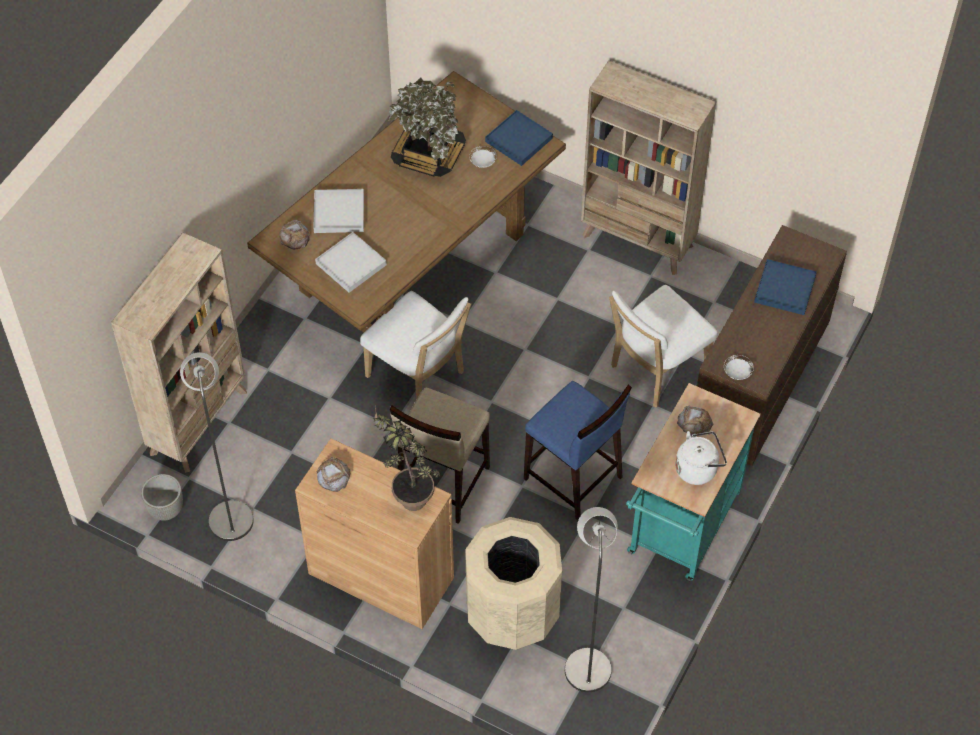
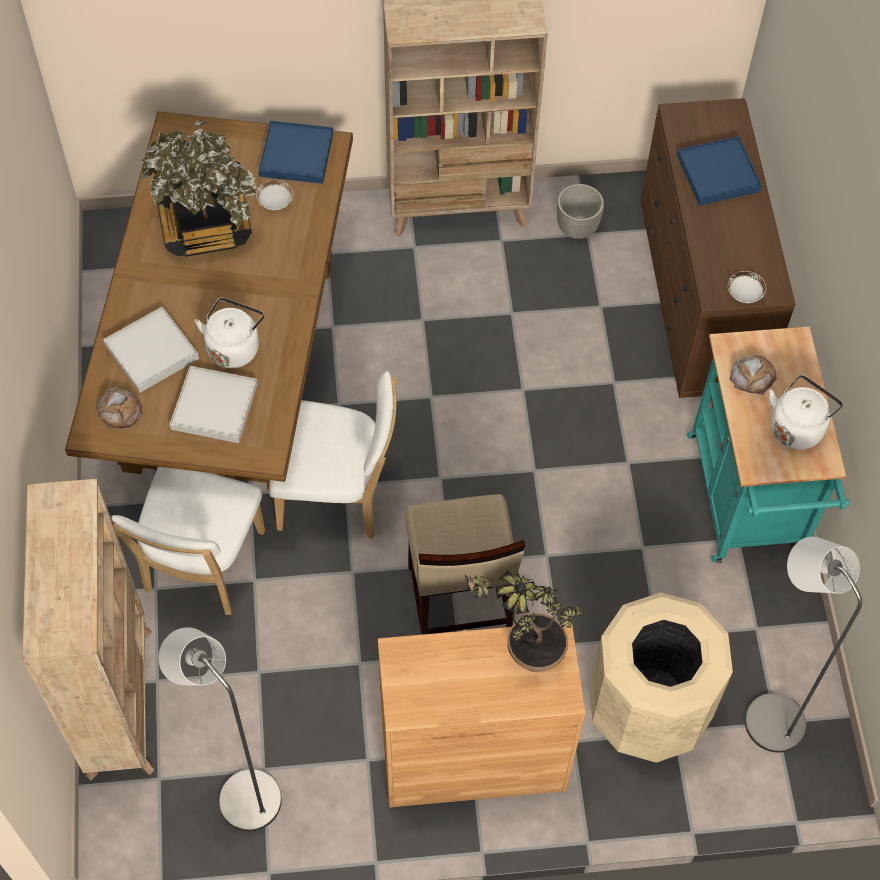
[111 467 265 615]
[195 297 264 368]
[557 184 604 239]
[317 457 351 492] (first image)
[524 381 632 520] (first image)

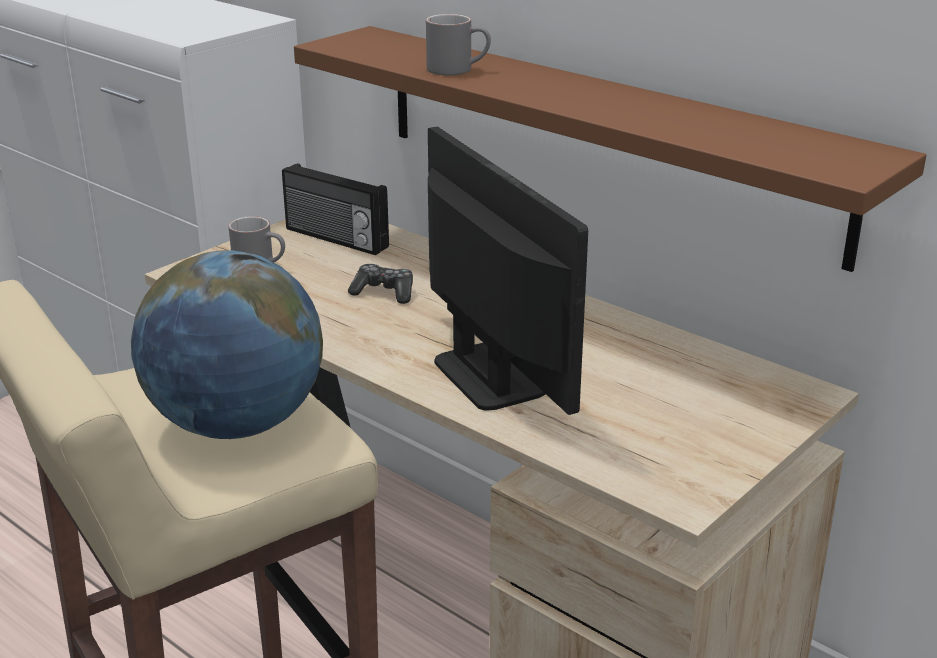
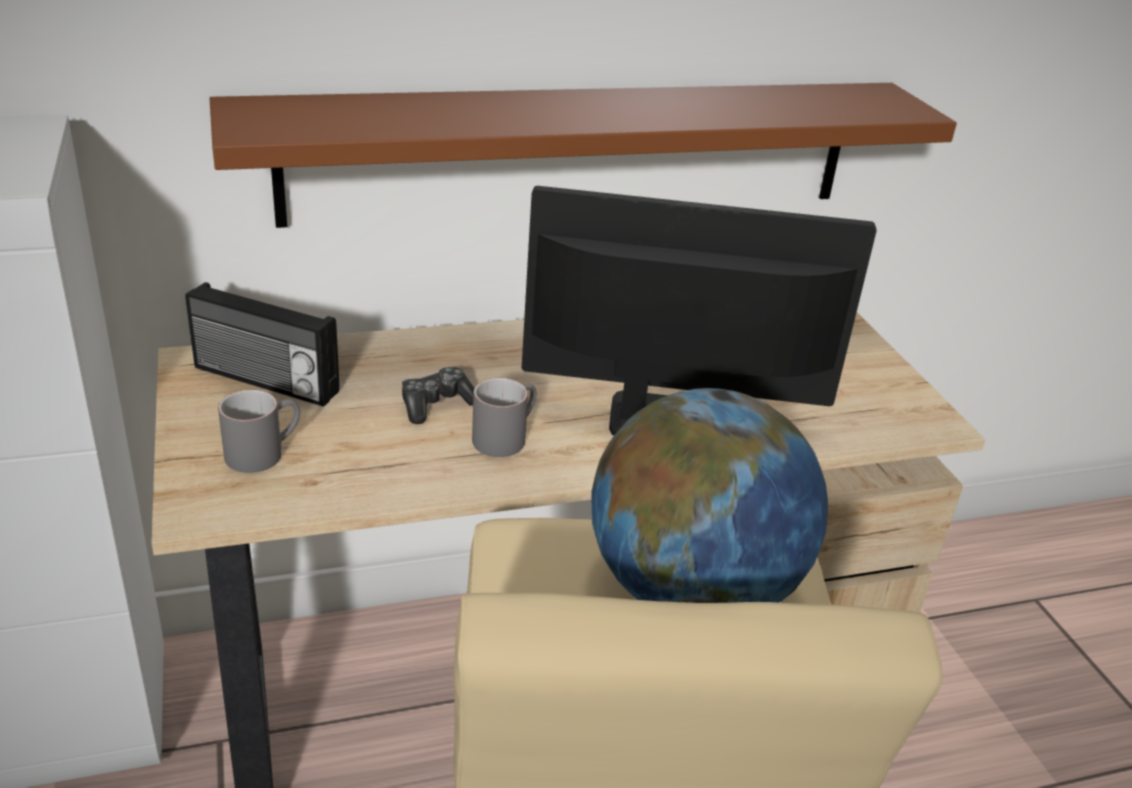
[185 282 340 407]
[472 378 537 457]

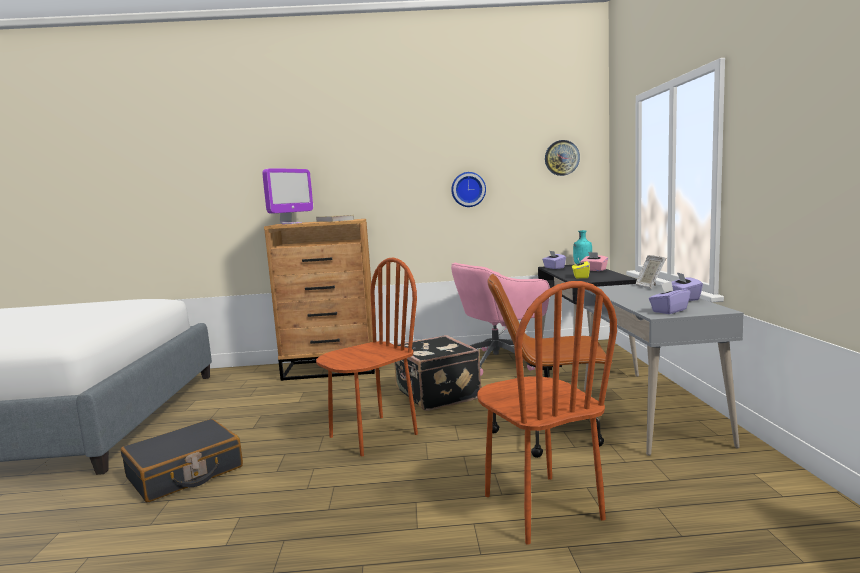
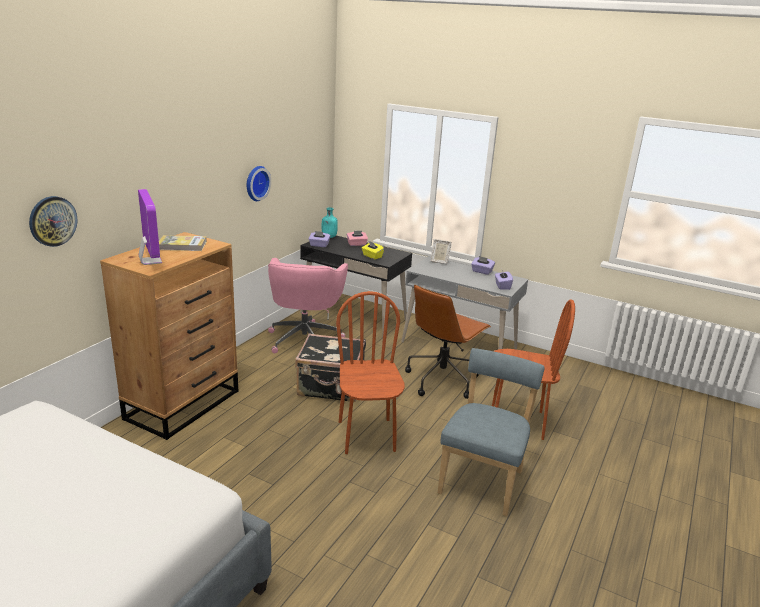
[29 196 77 247]
[438 348 545 516]
[121 419 243 502] (first image)

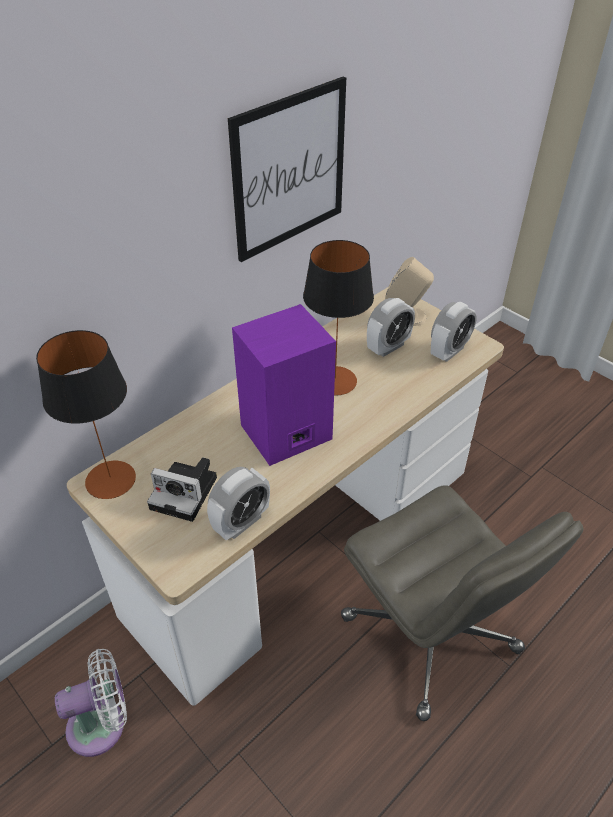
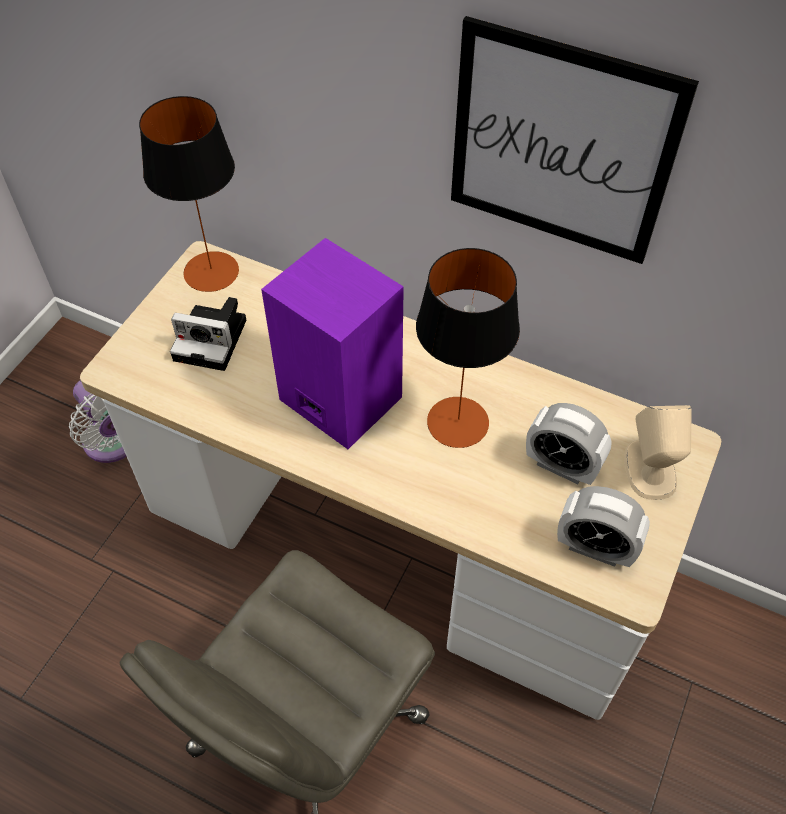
[170 297 246 371]
[207 467 270 541] (first image)

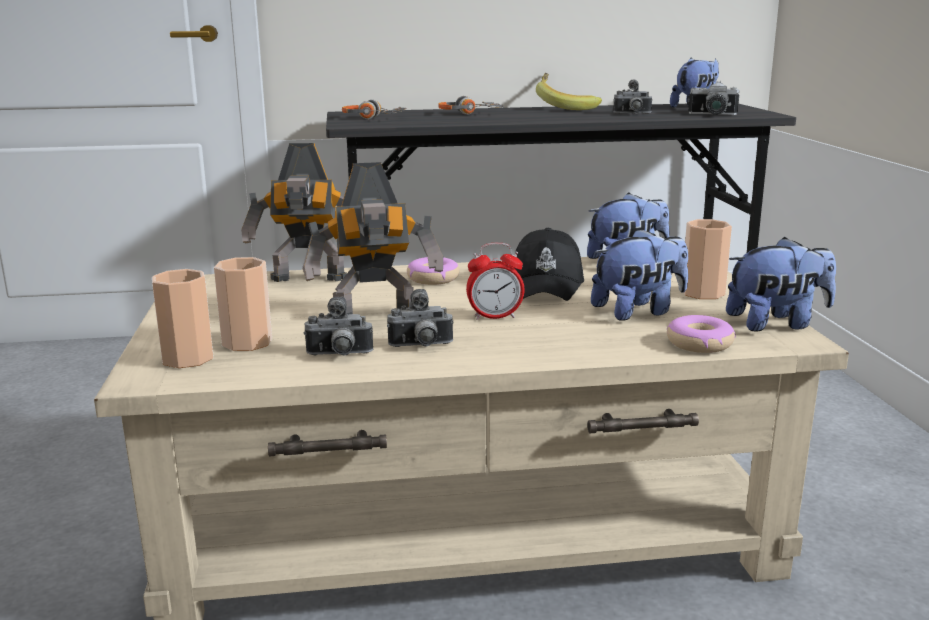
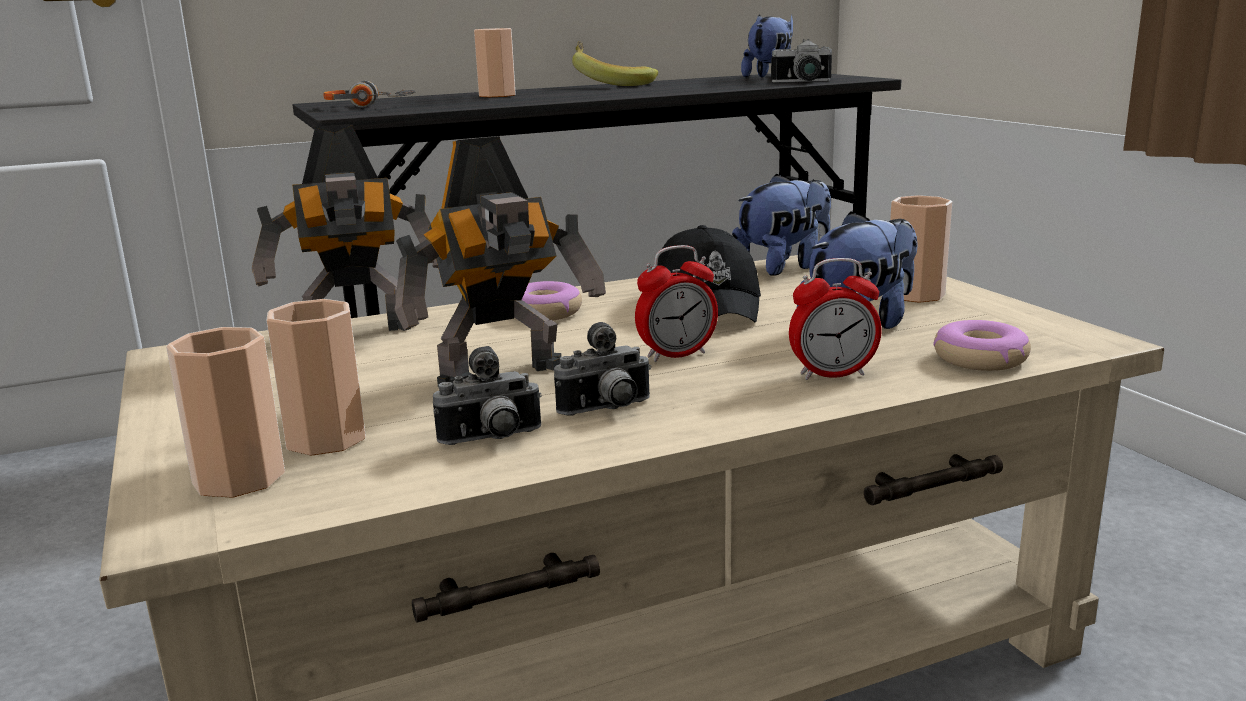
[474 28 516 97]
[789 258 881 380]
[613 79 653 114] (first image)
[726 237 836 331] (first image)

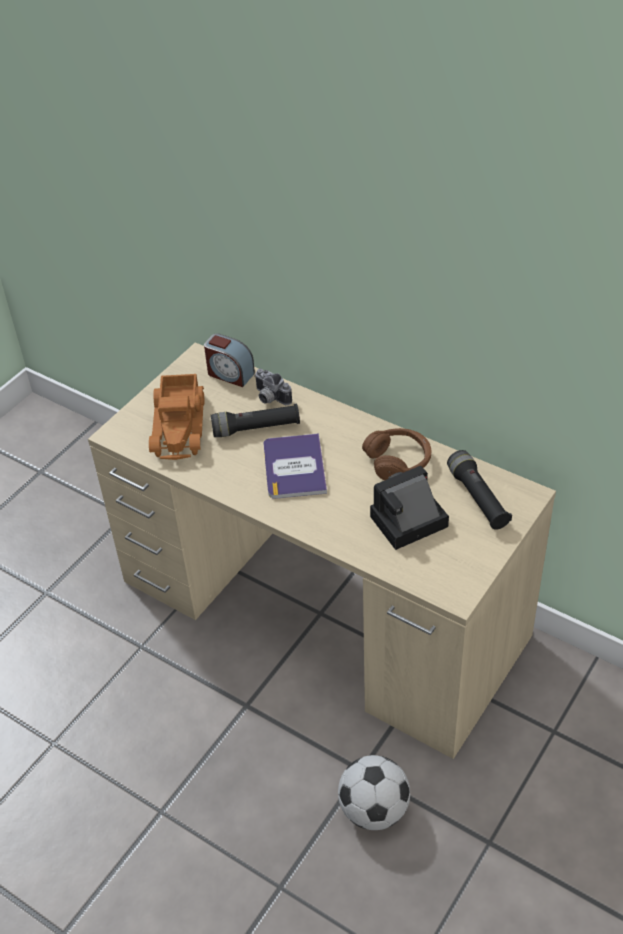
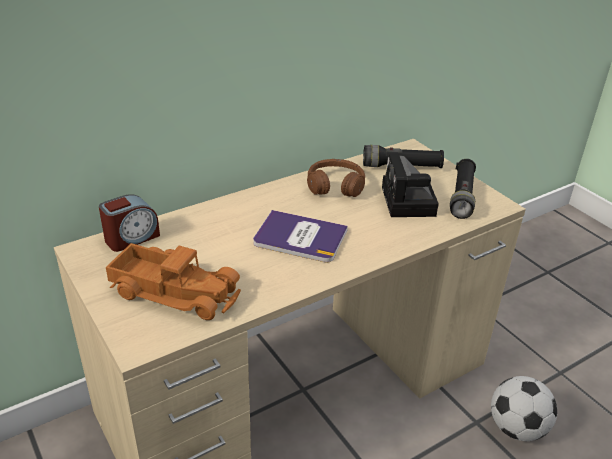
[450 159 476 219]
[254 369 292 405] (first image)

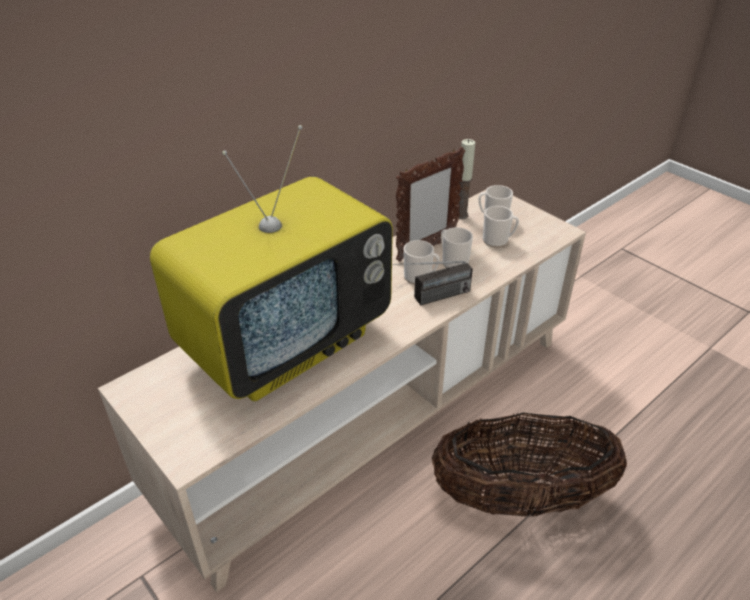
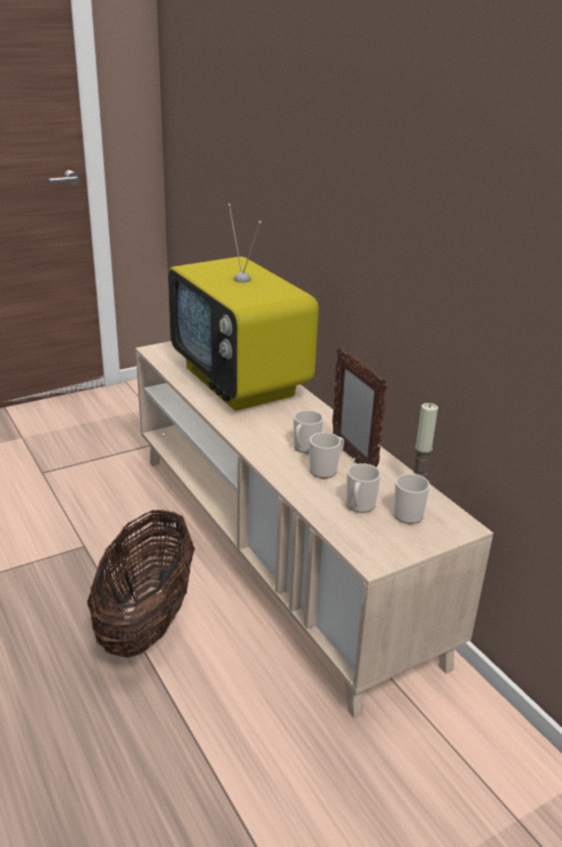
[392 261 473 305] (first image)

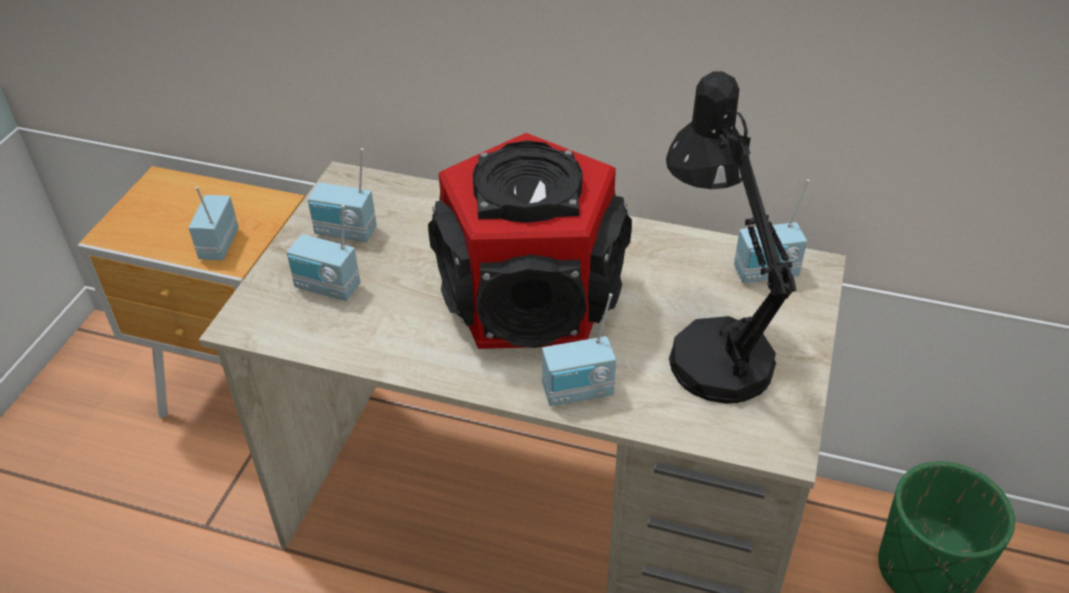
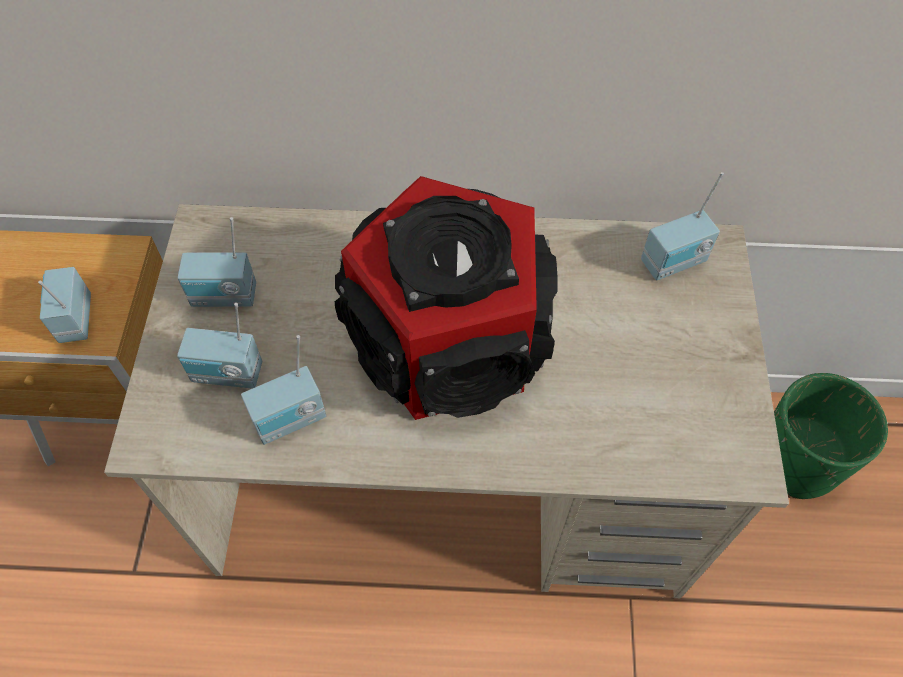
[241 335 326 445]
[666 71 796 404] (first image)

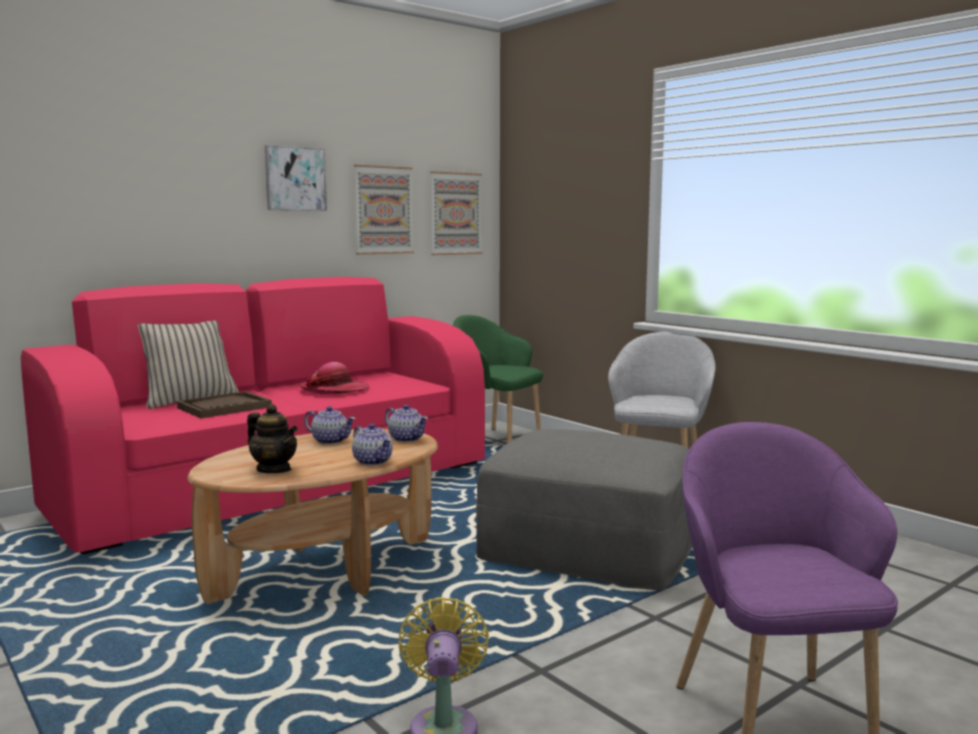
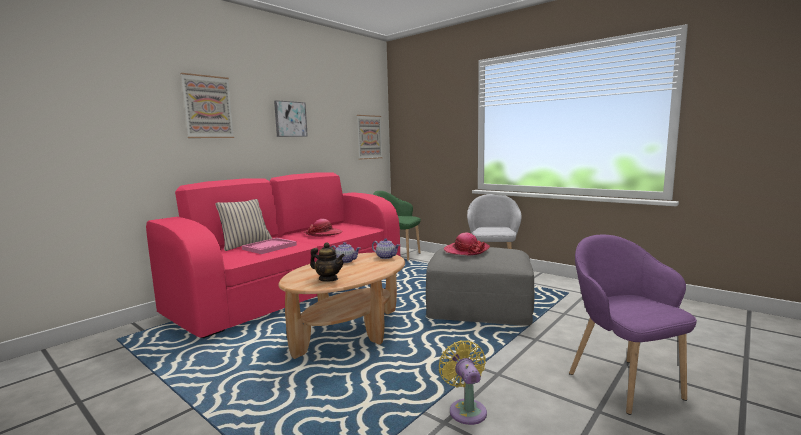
[181 73 234 138]
[242 238 297 254]
[444 233 490 256]
[352 424 393 466] (first image)

